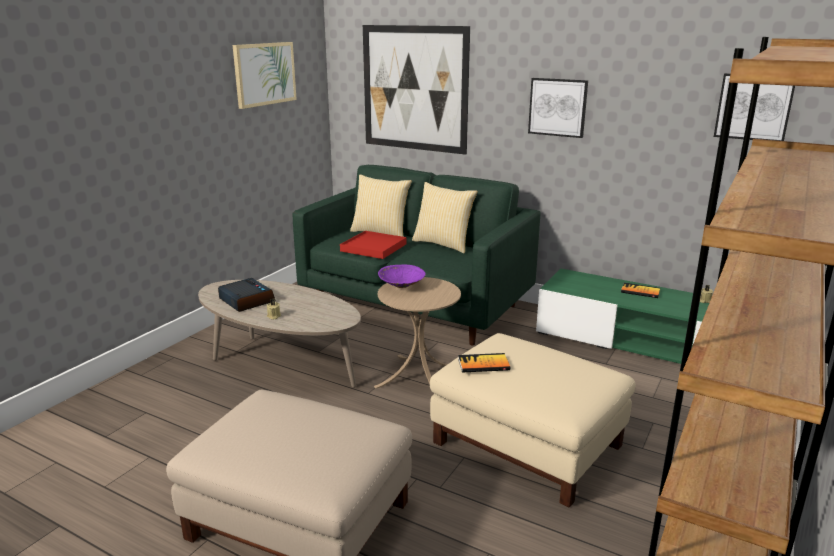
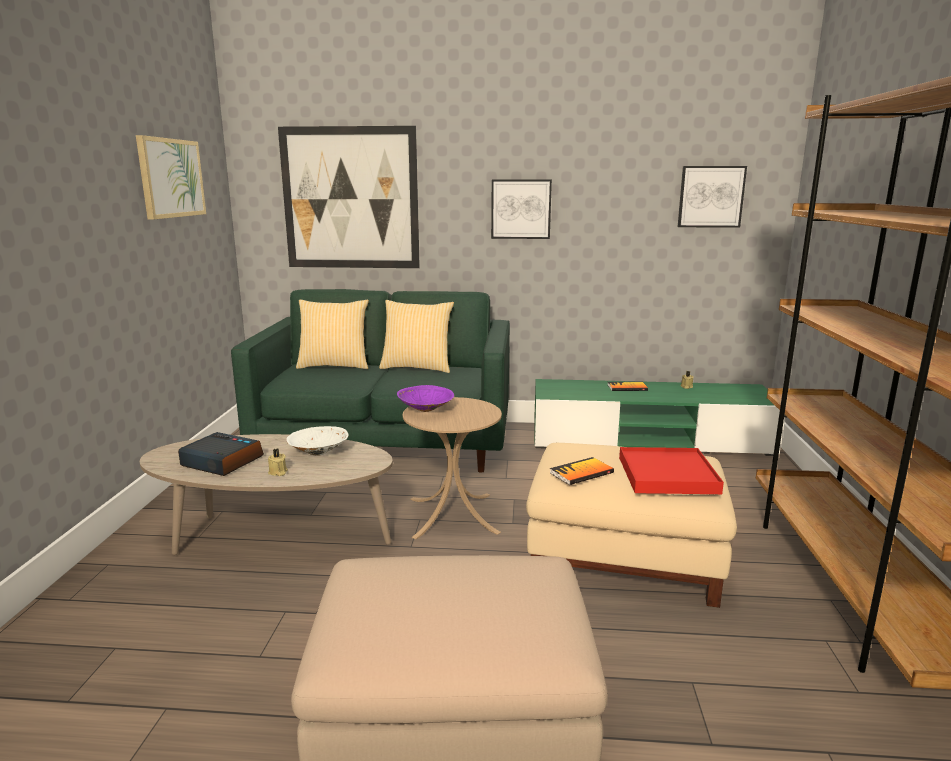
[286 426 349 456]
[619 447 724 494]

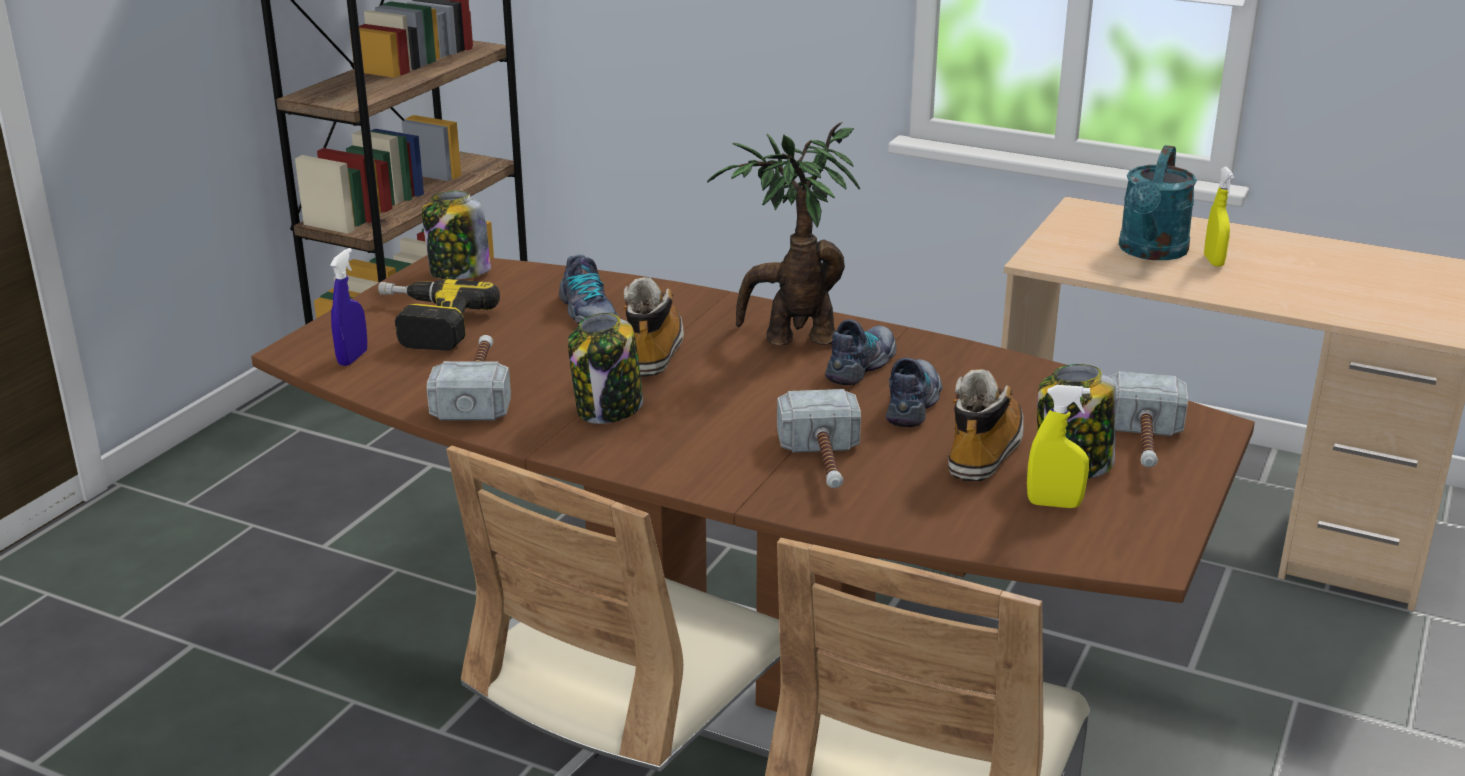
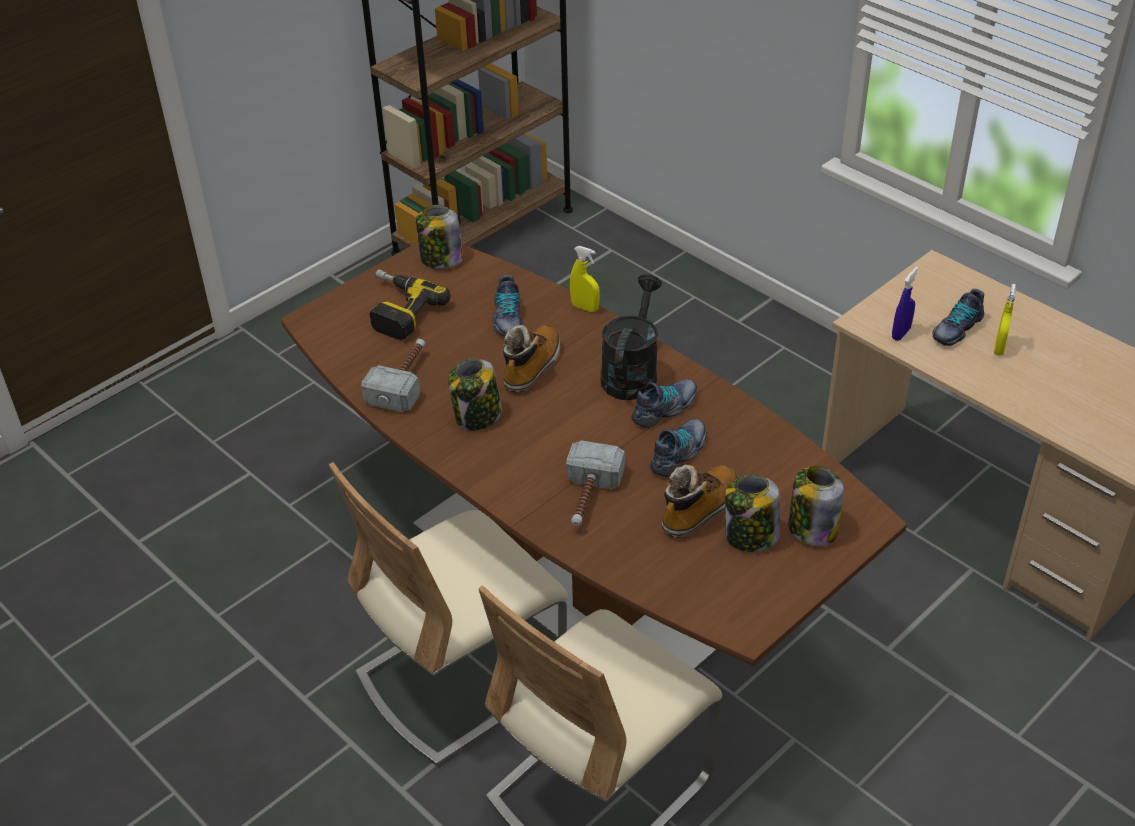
[570 246 600 312]
[601 274 662 400]
[788 466 844 546]
[892 267 918 341]
[932 289 984 346]

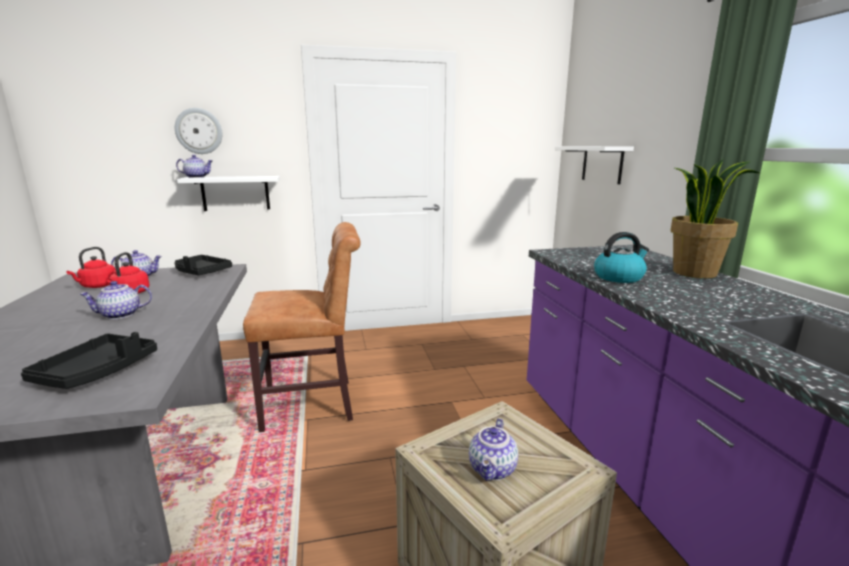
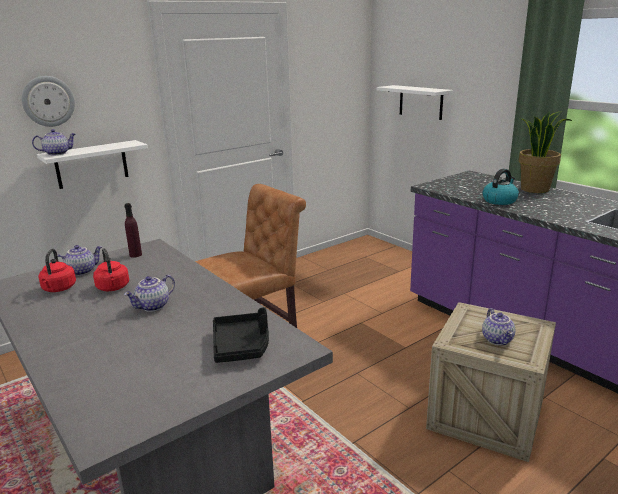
[124 203 142 258]

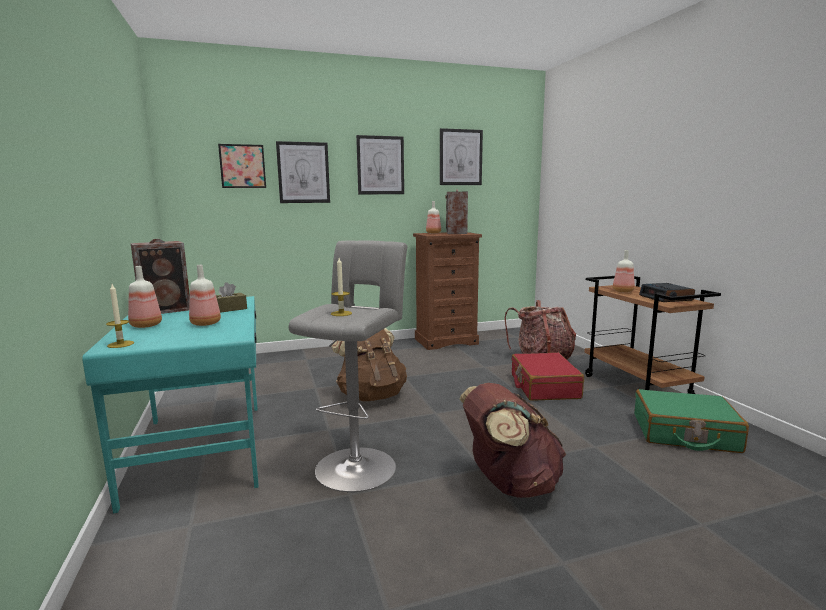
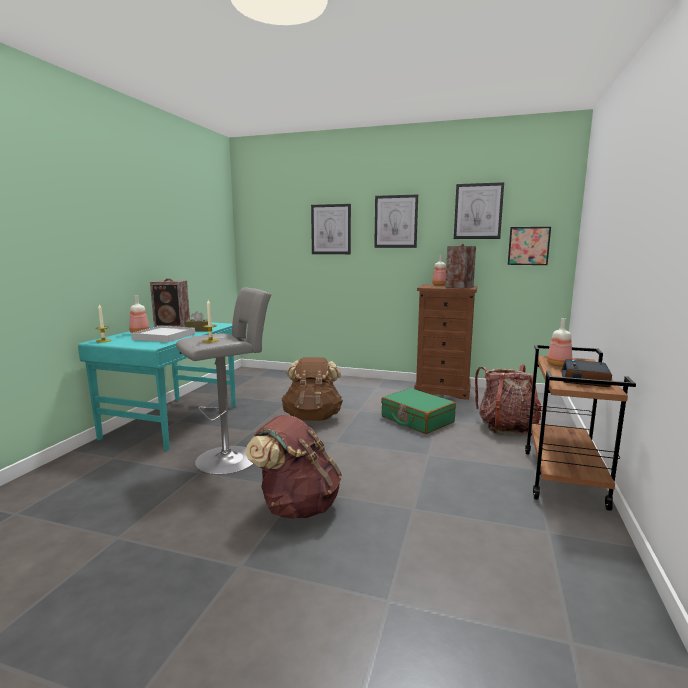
[131 326 195 342]
[381 388 456 434]
[508 227 551 265]
[512 353 584 401] (first image)

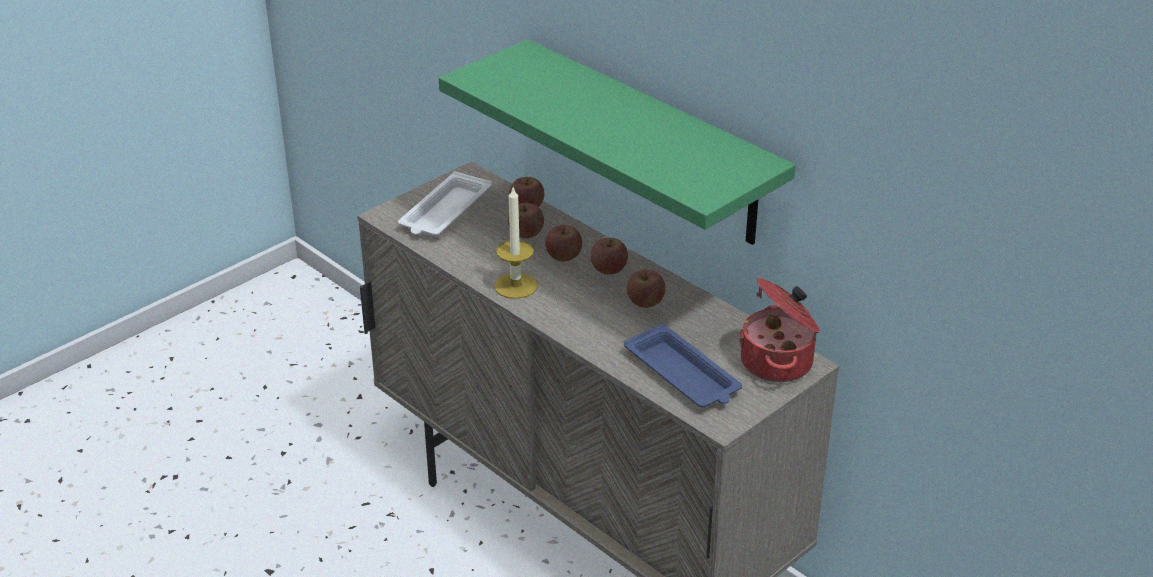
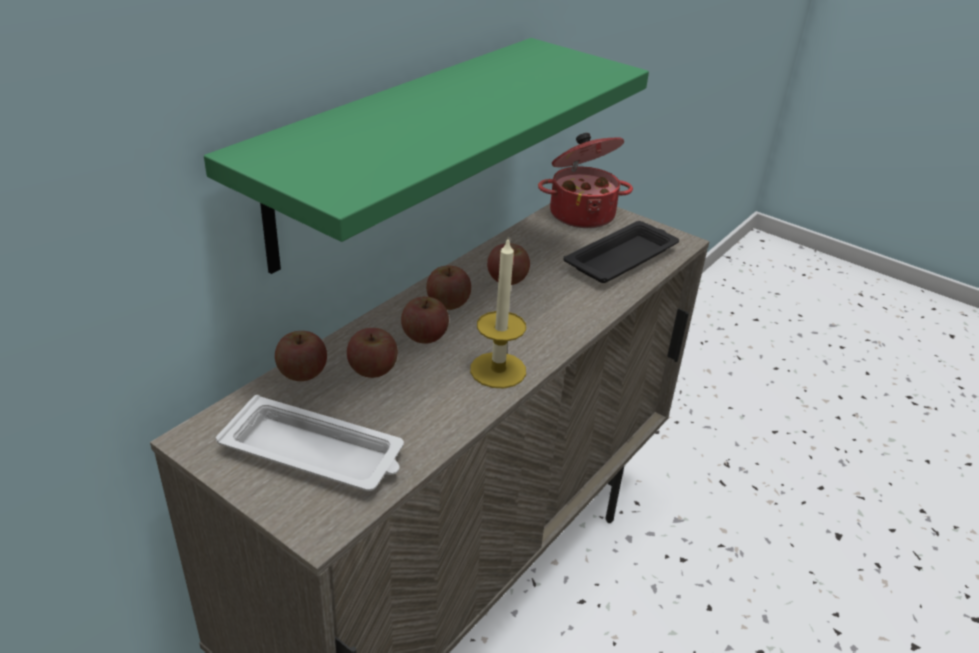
[564 221 679 283]

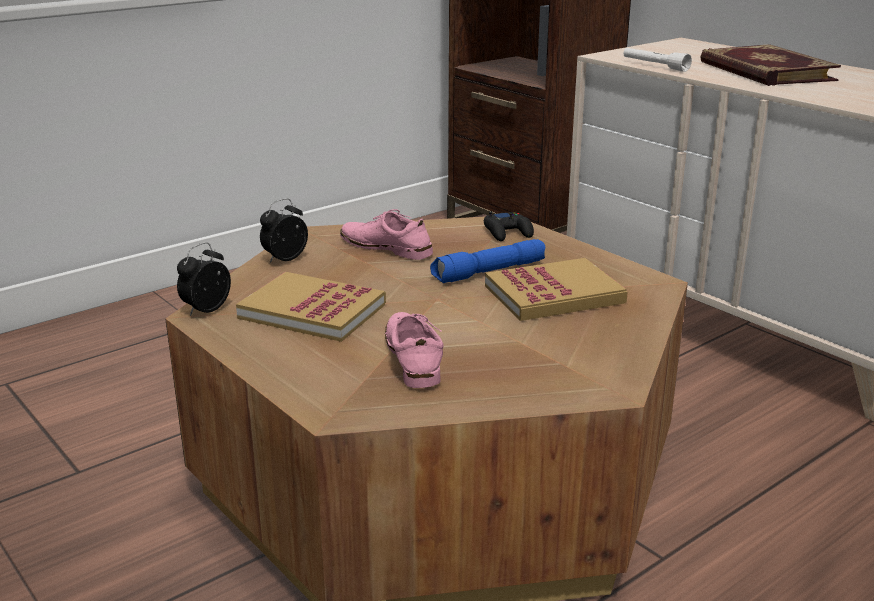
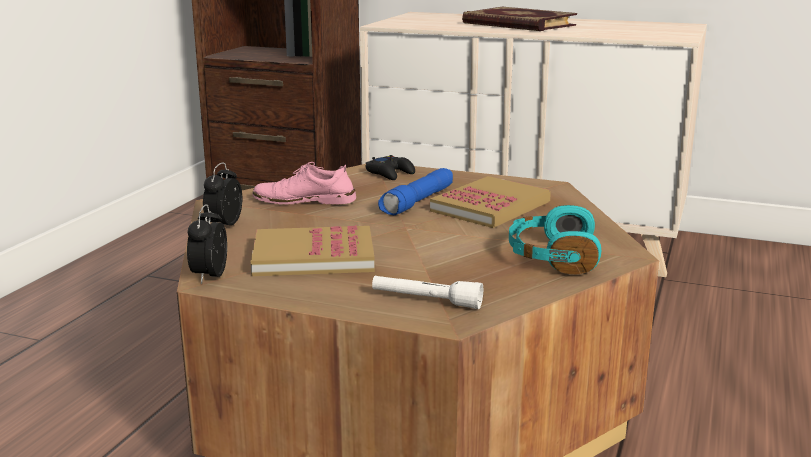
[372 276 483 309]
[509 205 601 274]
[385 312 444 388] (first image)

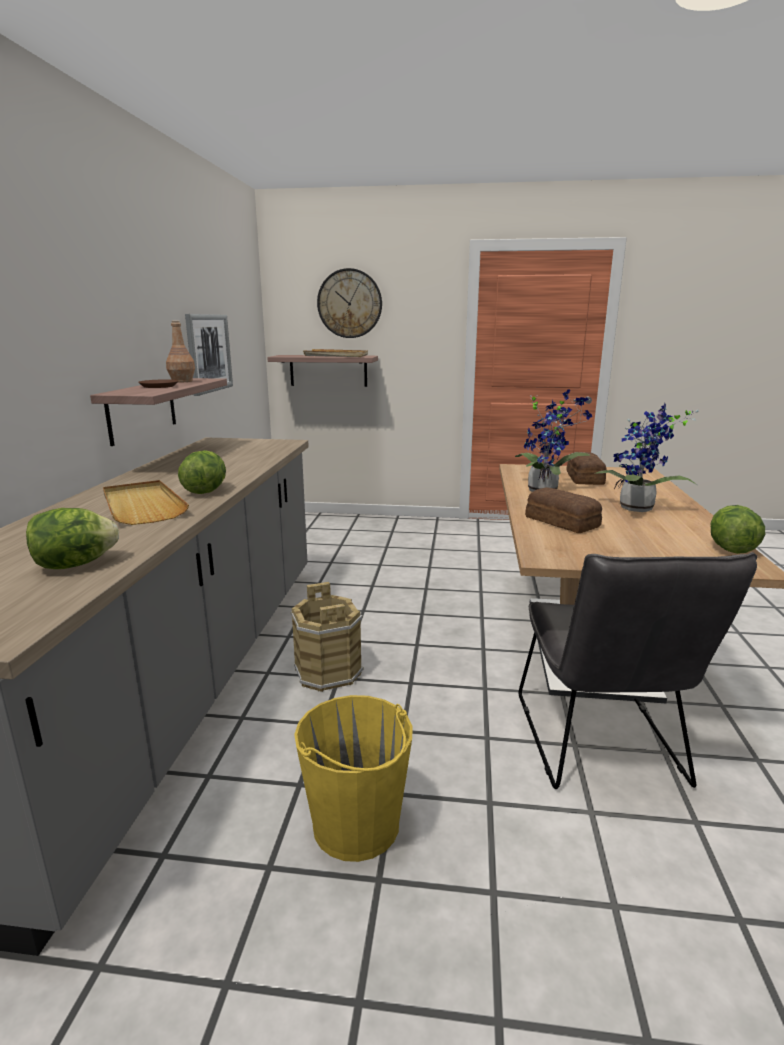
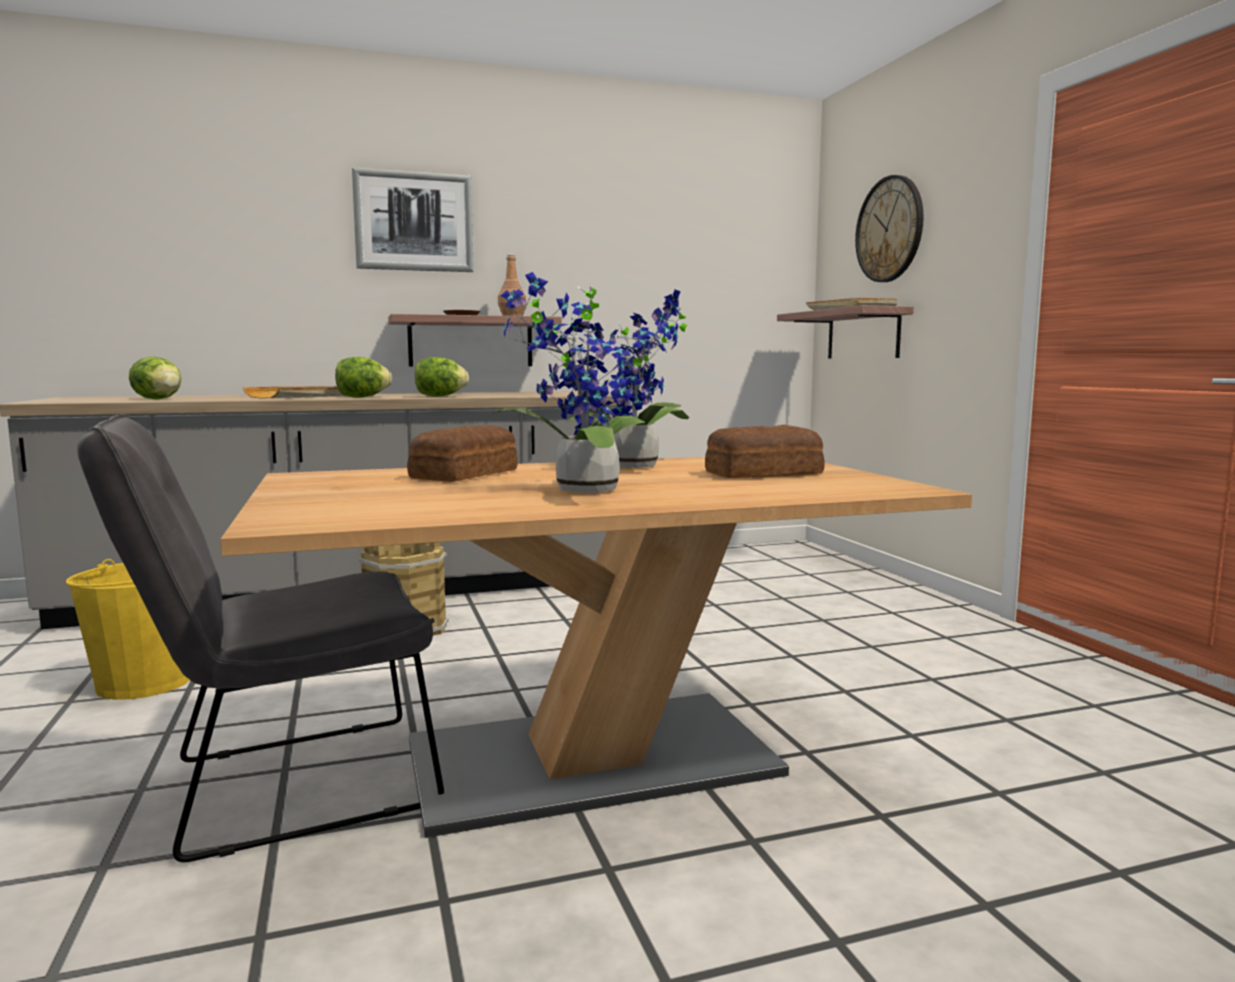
[352 168 474 272]
[415 357 469 397]

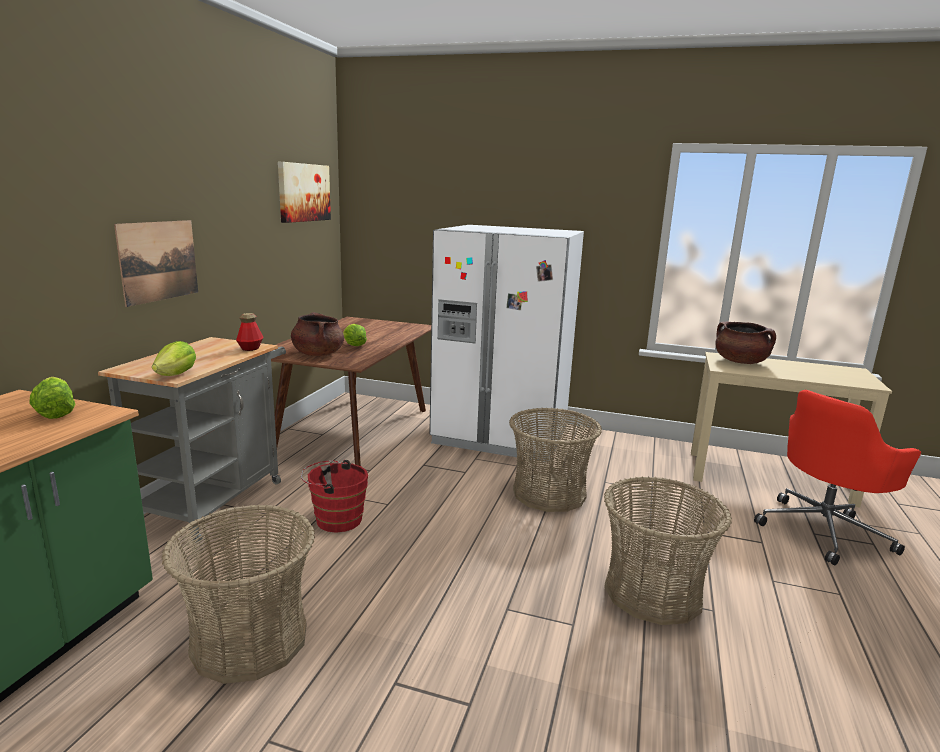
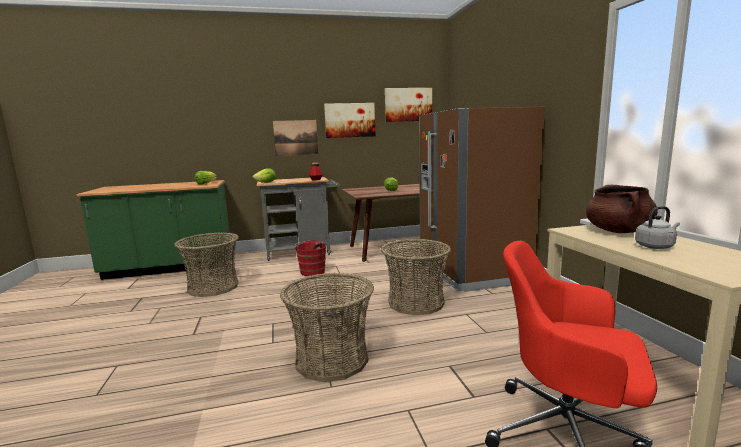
[324 103 375 138]
[419 107 545 292]
[635 206 680 249]
[291 312 344 356] (first image)

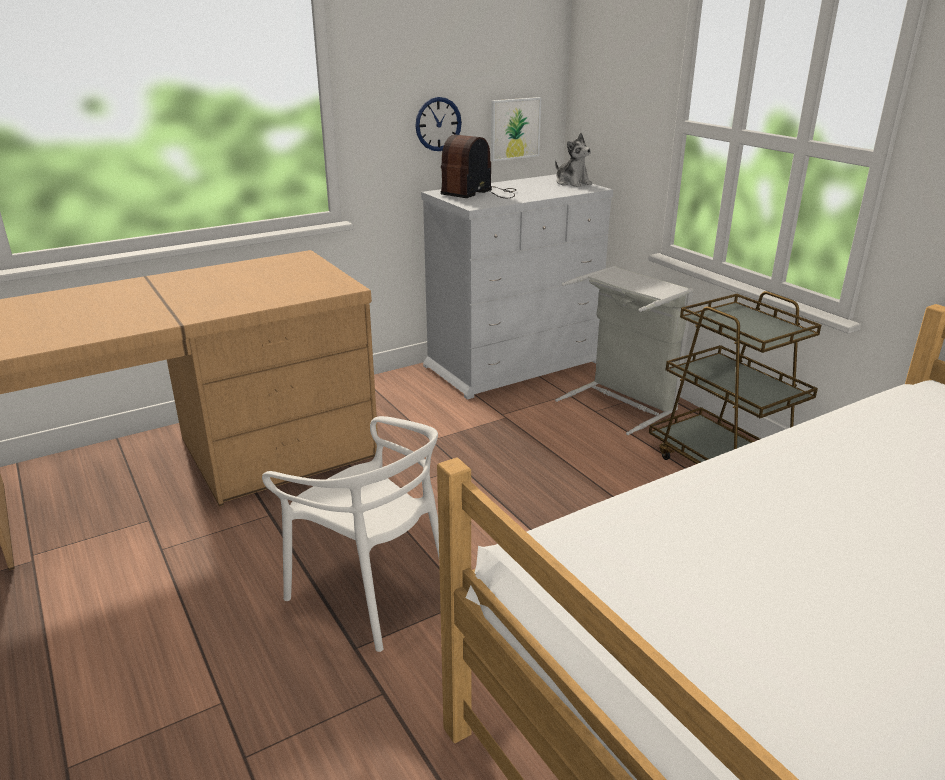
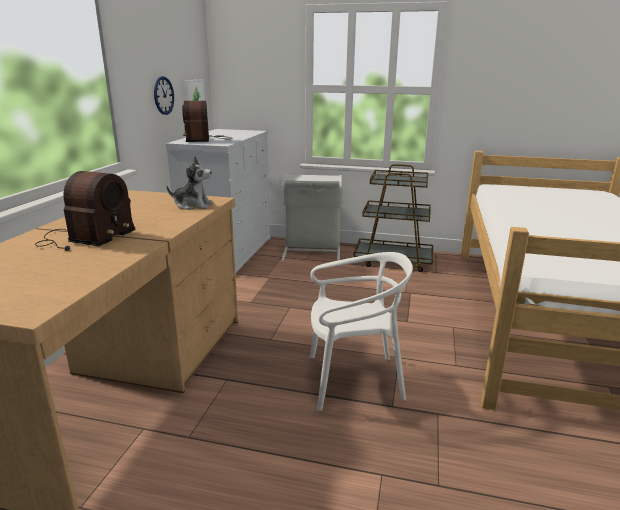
[35 171 136 251]
[166 156 213 210]

